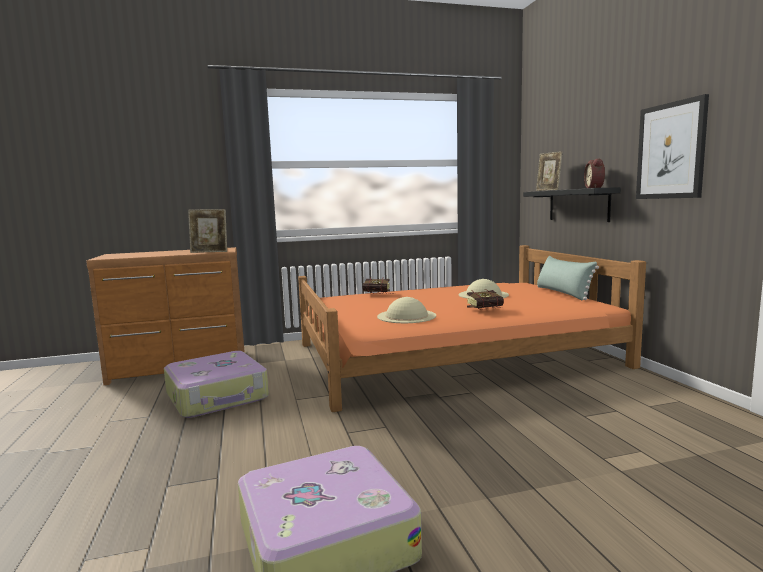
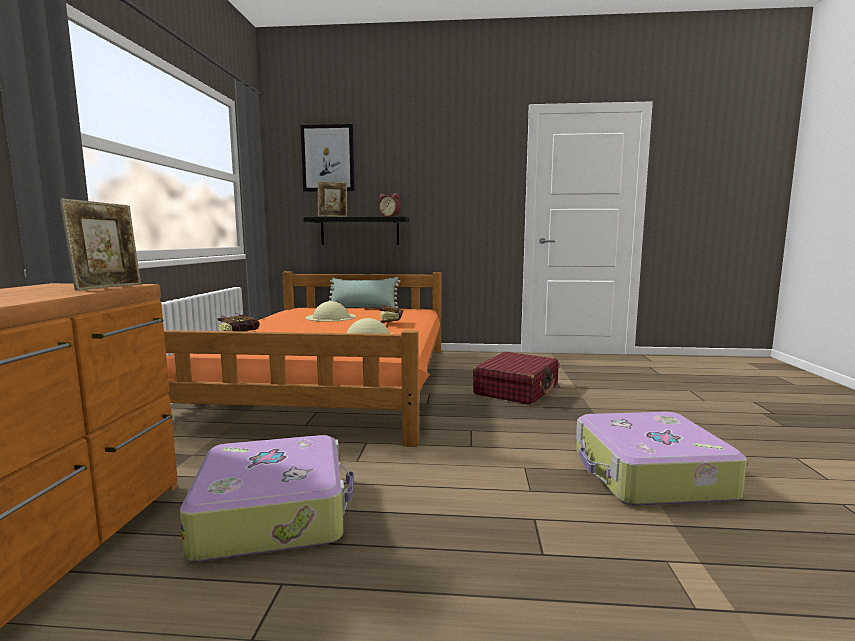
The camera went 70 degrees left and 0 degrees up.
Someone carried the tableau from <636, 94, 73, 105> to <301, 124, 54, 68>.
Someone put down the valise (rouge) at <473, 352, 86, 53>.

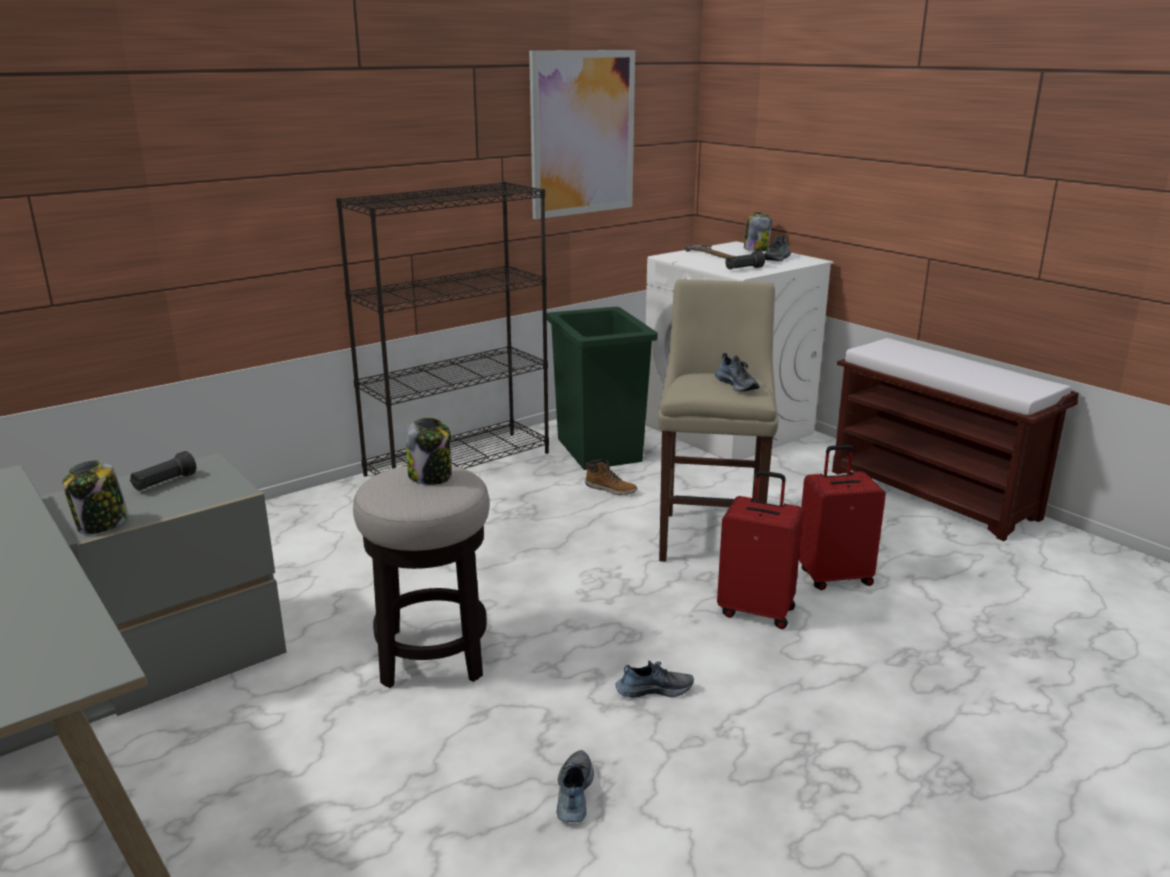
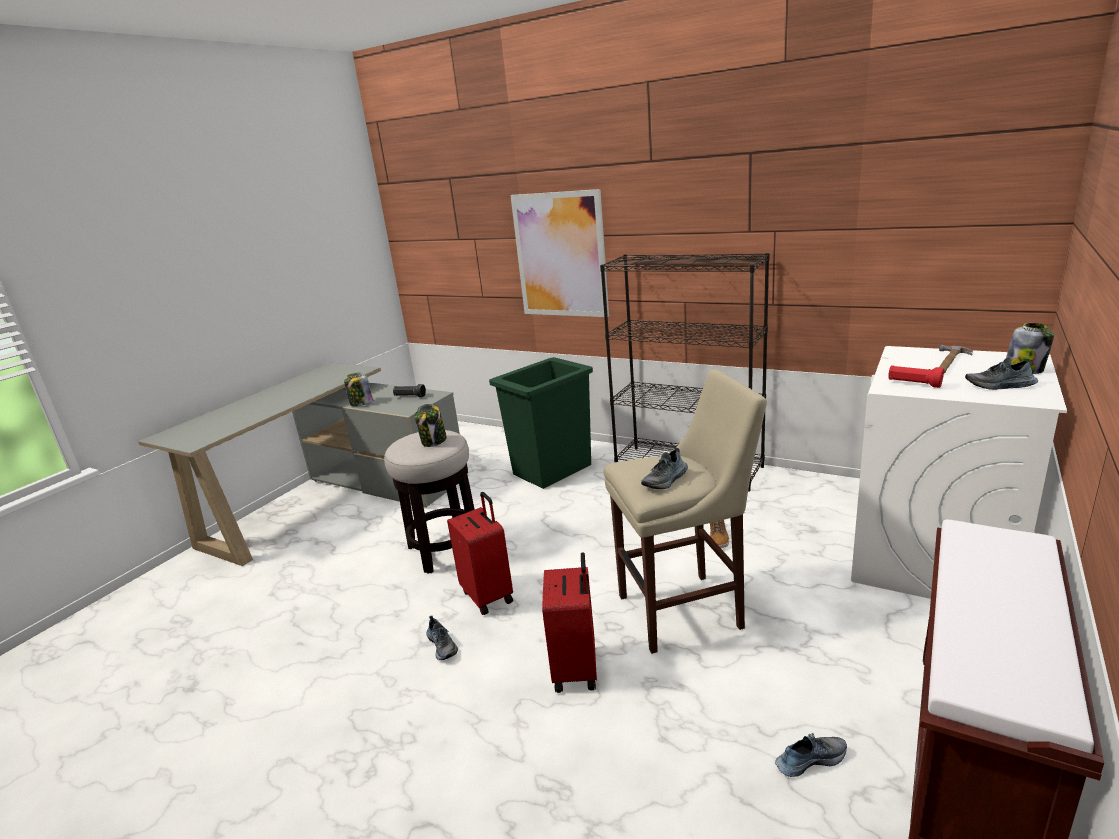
The camera went 70 degrees right and 0 degrees up.
Someone carried the tableau from <529, 50, 106, 169> to <511, 189, 98, 128>.
Someone repainted the lampe de poche (noir) at <725, 251, 40, 18>, which became the lampe de poche (rouge) at <888, 365, 56, 23>.
Someone carried the poubelle (vert) from <547, 307, 111, 163> to <489, 357, 104, 132>.
Someone carried the valise (rouge) from <799, 445, 87, 145> to <447, 492, 66, 123>.
Someone carried the chaussure from <557, 750, 37, 72> to <775, 733, 72, 44>.

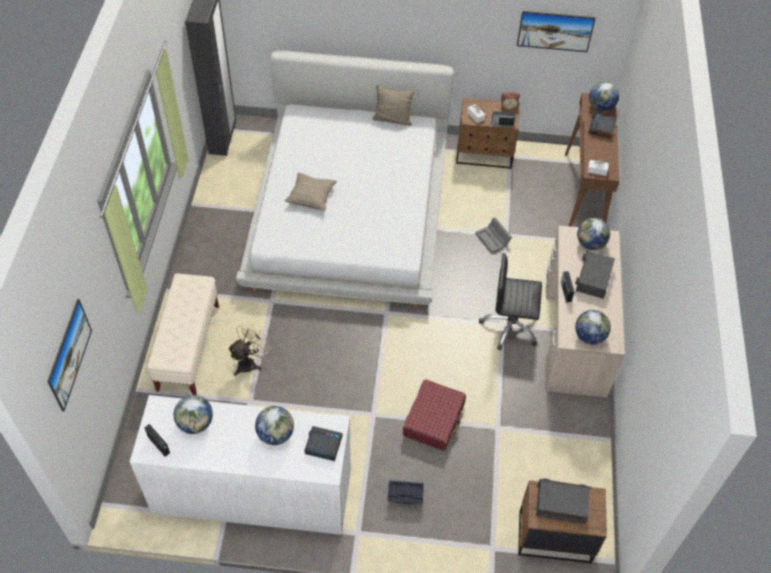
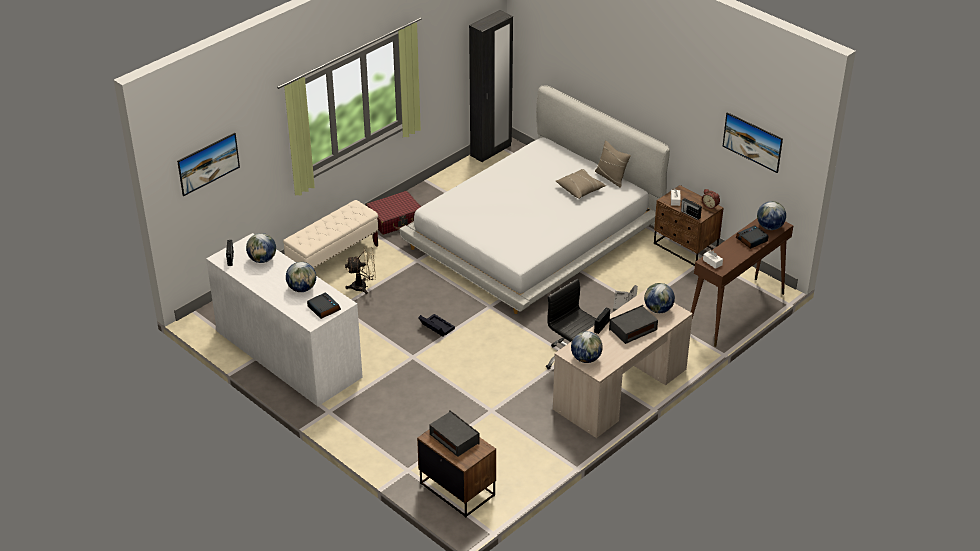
The camera went 40 degrees right and 15 degrees down.
Someone carried the coussin (beige) from <285, 173, 52, 37> to <556, 169, 50, 30>.
Someone carried the valise (rouge) from <403, 379, 63, 72> to <366, 191, 55, 44>.
Someone carried the boîte de rangement (noir) from <387, 480, 37, 24> to <418, 314, 37, 23>.

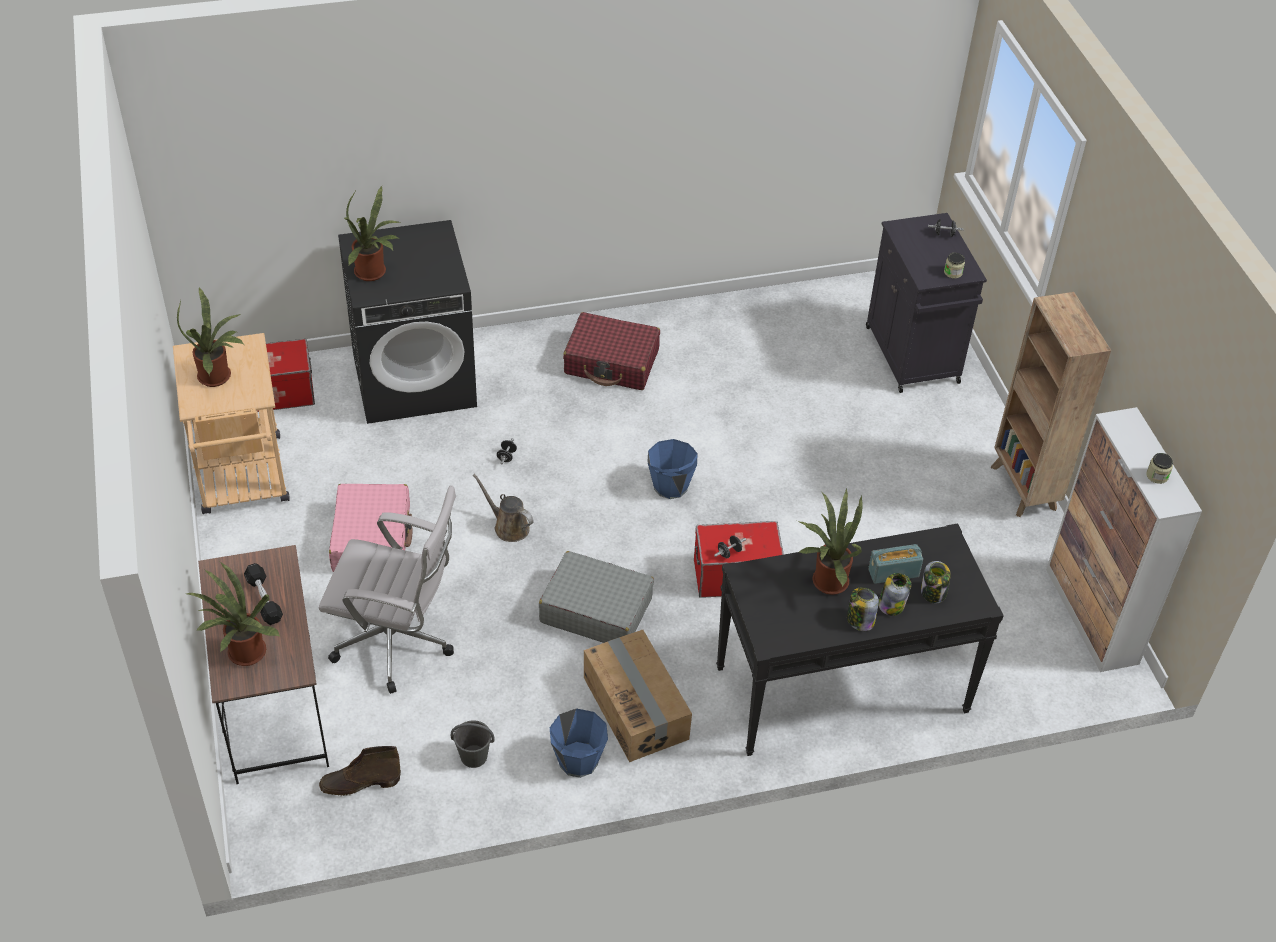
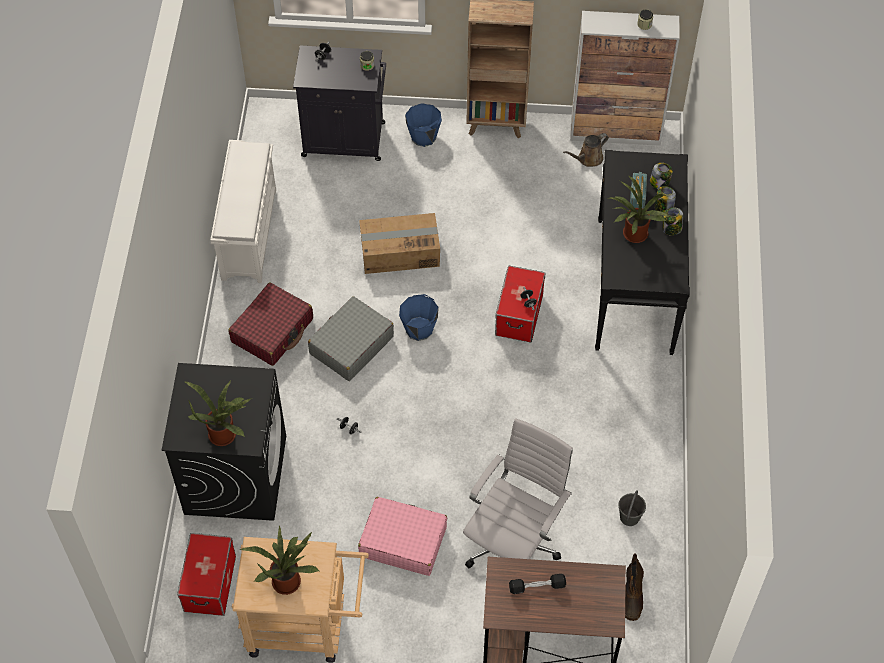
The camera went 70 degrees left and 10 degrees up.
Someone carried the arrosoir (marron) from <473, 474, 61, 68> to <563, 133, 46, 34>.
Someone carried the valise (gris) from <539, 551, 115, 92> to <308, 296, 86, 85>.
Someone took away the plante en pot at <186, 562, 94, 104>.
Someone carried the carton from <584, 630, 108, 132> to <359, 213, 81, 61>.
Someone carried the seau (bleu) from <550, 708, 58, 70> to <405, 103, 37, 44>.
Someone put down the étagère à chaussures (blanc) at <210, 140, 66, 143>.

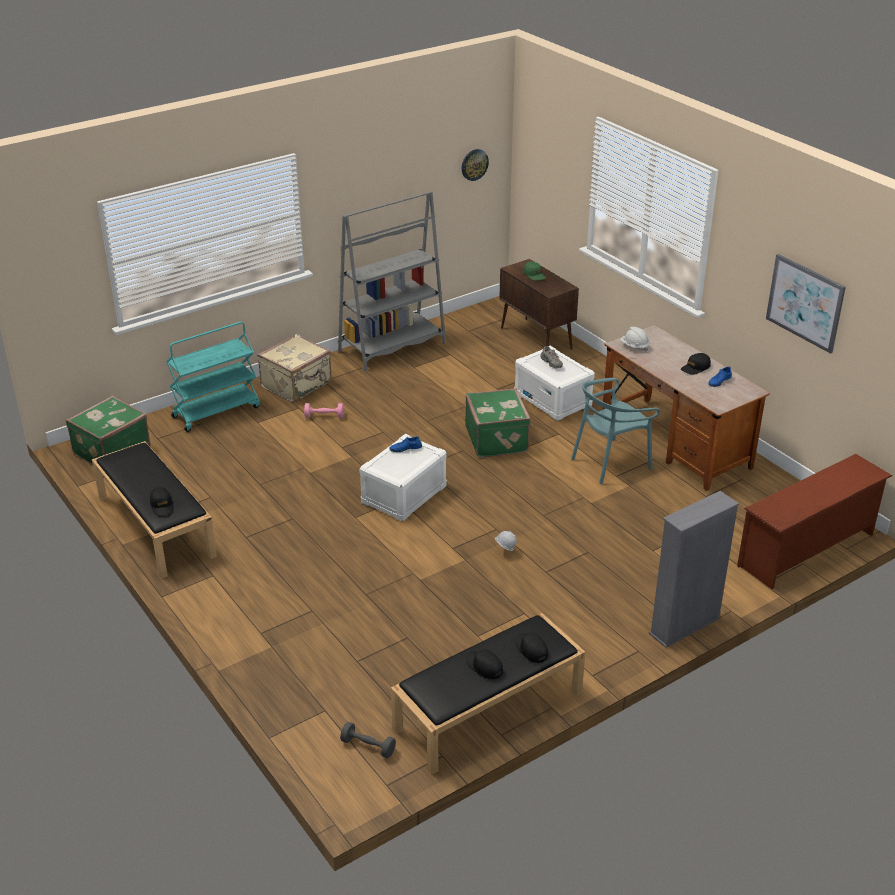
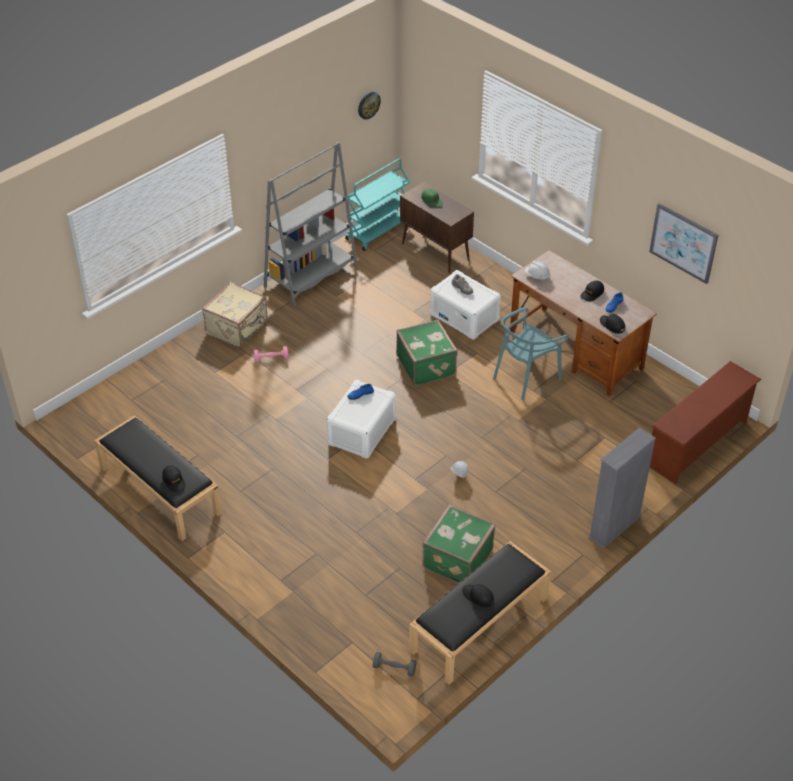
The camera went 10 degrees left and 10 degrees up.
Someone carried the chariot (turquoise) from <166, 322, 94, 110> to <345, 159, 65, 92>.
Someone carried the valise (vert) from <66, 396, 85, 69> to <422, 505, 74, 78>.
Someone carried the casquette (noir) from <515, 633, 33, 30> to <600, 314, 25, 20>.

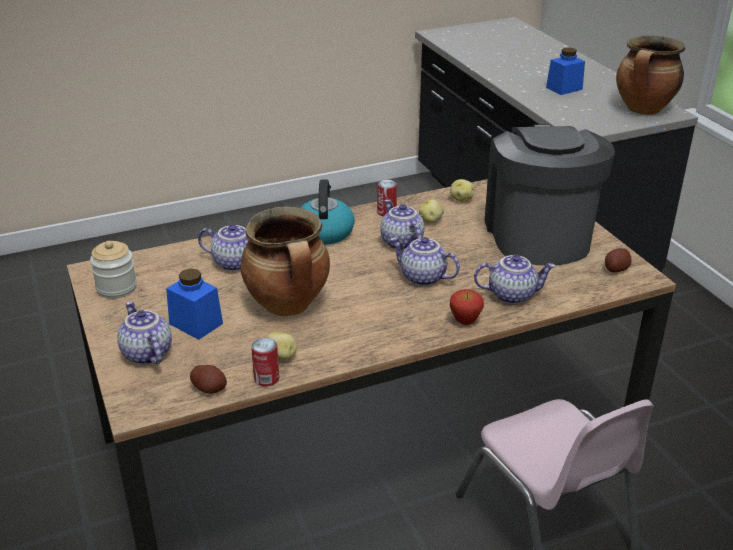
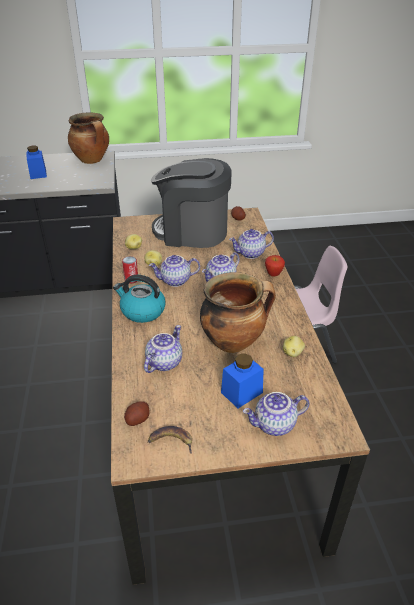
The camera went 75 degrees left and 5 degrees up.
Someone swapped the bocal at <90, 241, 47, 58> for the banane at <148, 426, 44, 28>.
Someone rotated the théière at <474, 255, 82, 49> by 120 degrees counterclockwise.
Someone took away the boîte métallique at <251, 338, 28, 49>.
Someone carried the pomme de terre from <190, 365, 37, 29> to <124, 401, 25, 25>.

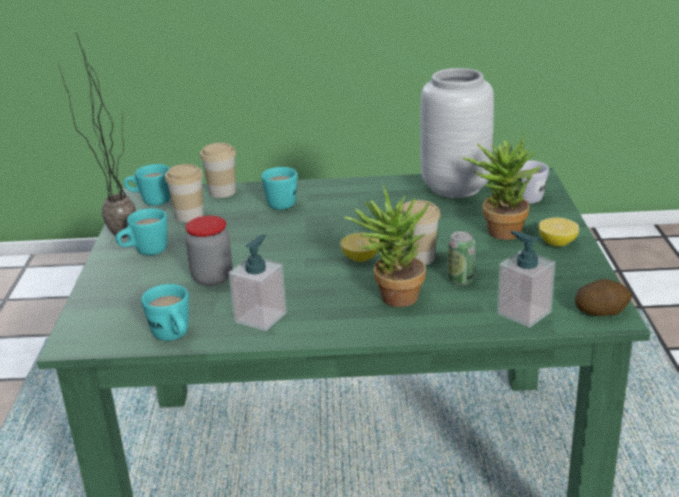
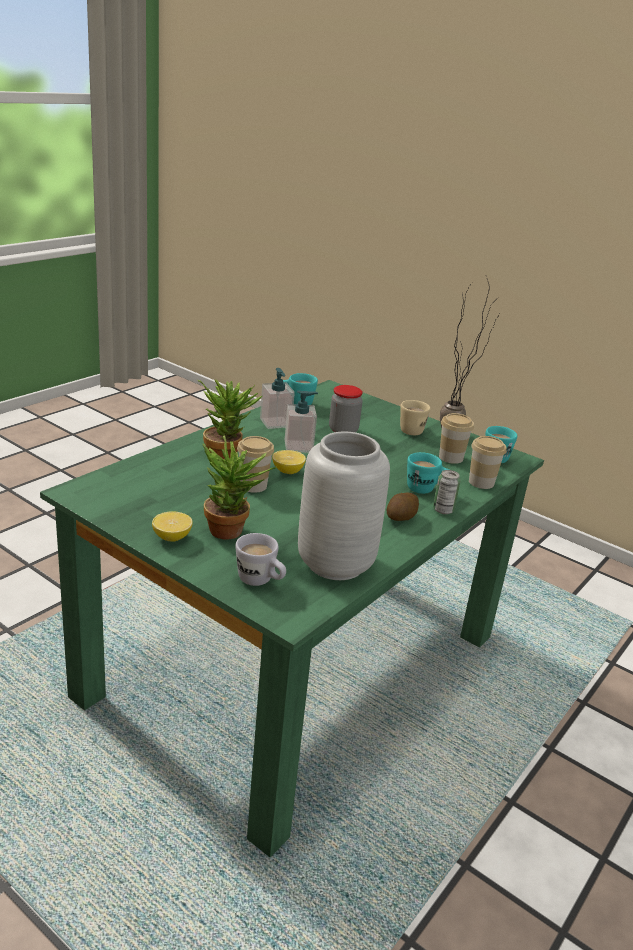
The camera went 125 degrees right and 0 degrees up.
Someone repainted the mug (turquoise) at <116, 208, 51, 48>, which became the mug (beige) at <400, 400, 30, 35>.
Someone carried the boîte métallique from <448, 231, 27, 54> to <433, 470, 27, 44>.
Someone carried the distributeur de savon from <497, 231, 58, 97> to <285, 390, 33, 63>.
Someone carried the pomme de terre from <575, 279, 57, 37> to <387, 492, 32, 29>.

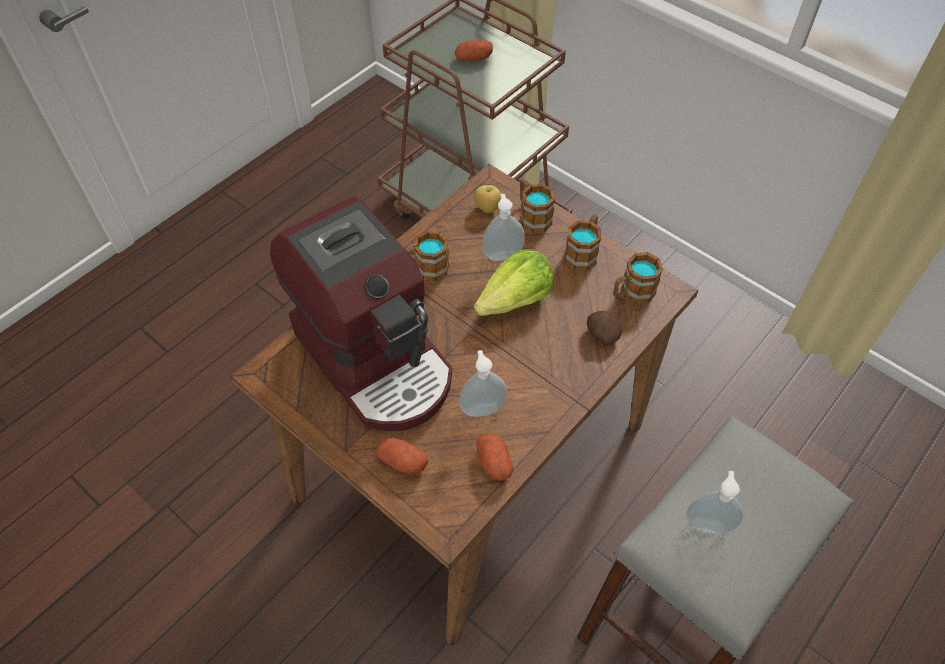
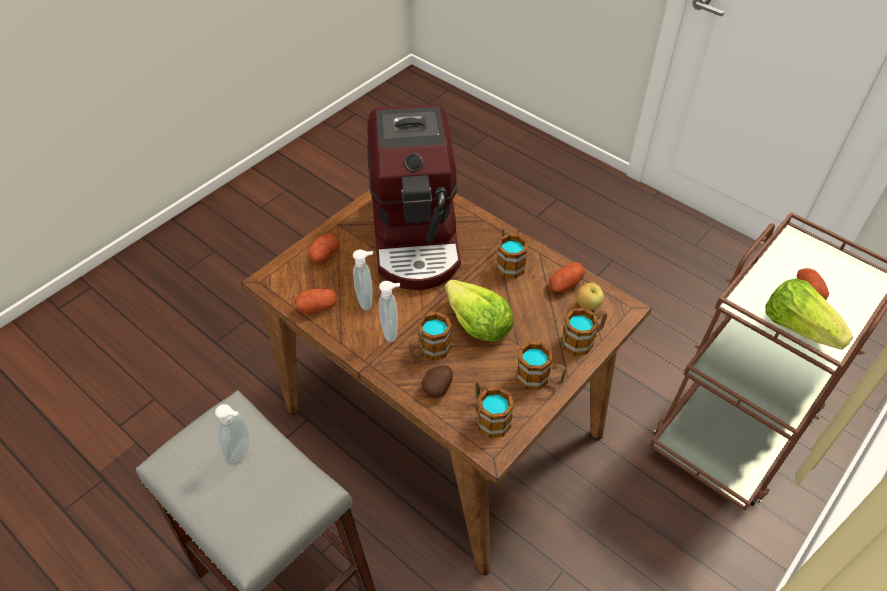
The camera went 90 degrees right and 5 degrees down.
Someone carried the distributeur de savon from <483, 194, 42, 67> to <379, 281, 21, 61>.
Someone rotated the machine à café at <270, 196, 182, 235> by 60 degrees counterclockwise.
Someone put down the pomme de terre at <548, 262, 37, 31>.
Someone put down the laitue at <765, 278, 88, 72>.
Someone put down the mug at <409, 312, 43, 49>.

